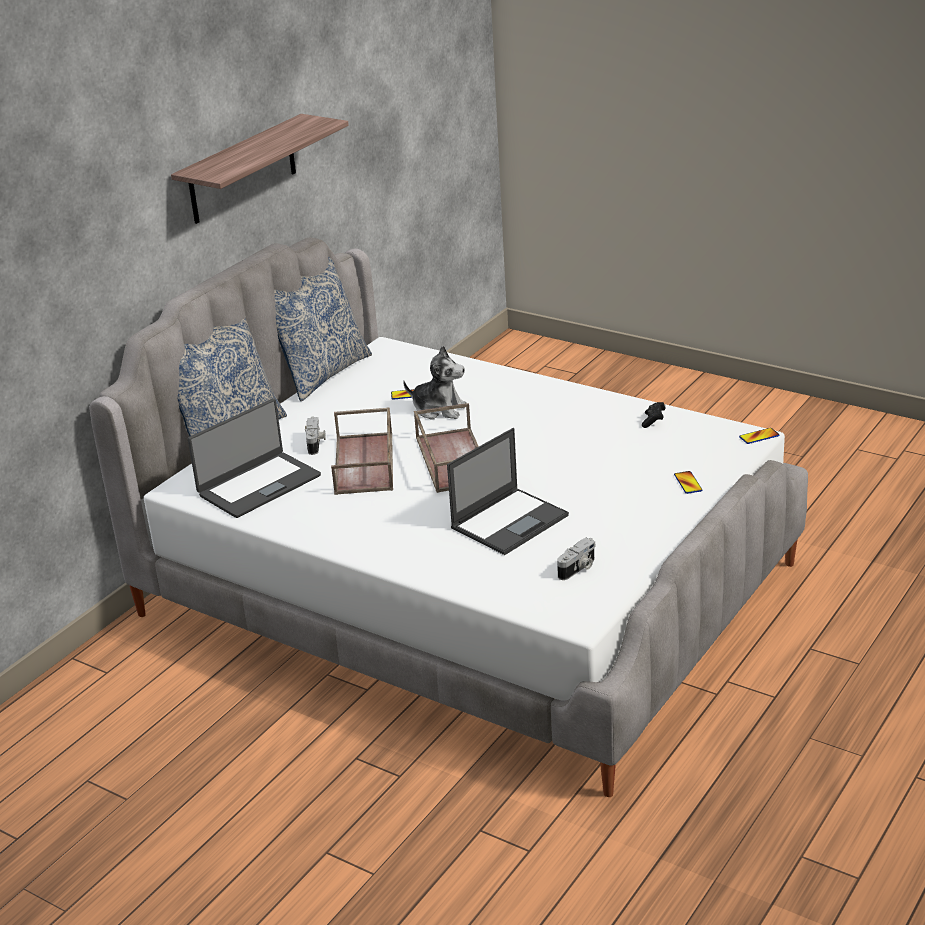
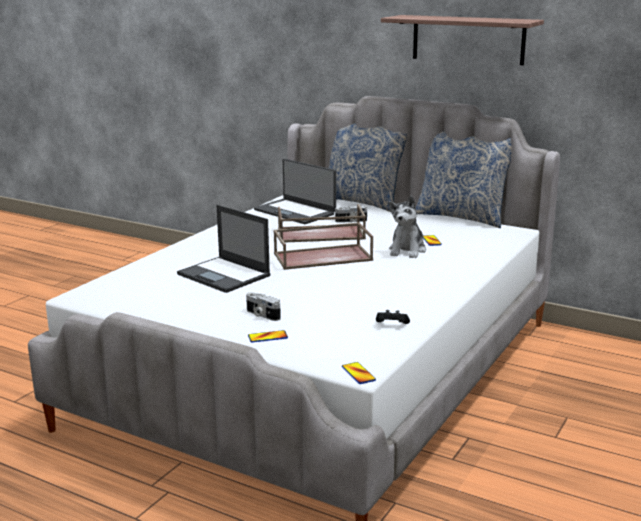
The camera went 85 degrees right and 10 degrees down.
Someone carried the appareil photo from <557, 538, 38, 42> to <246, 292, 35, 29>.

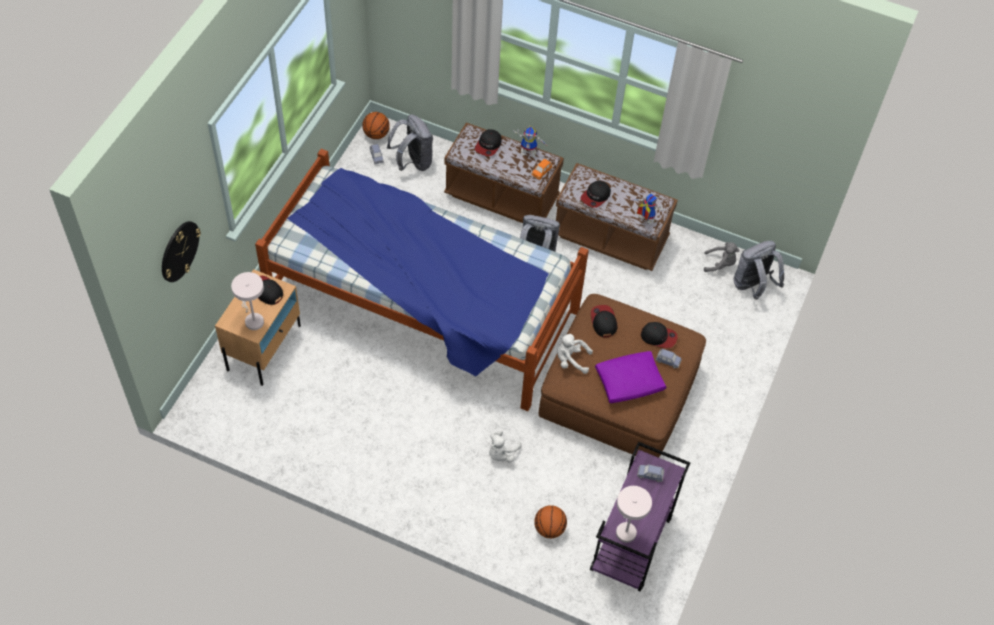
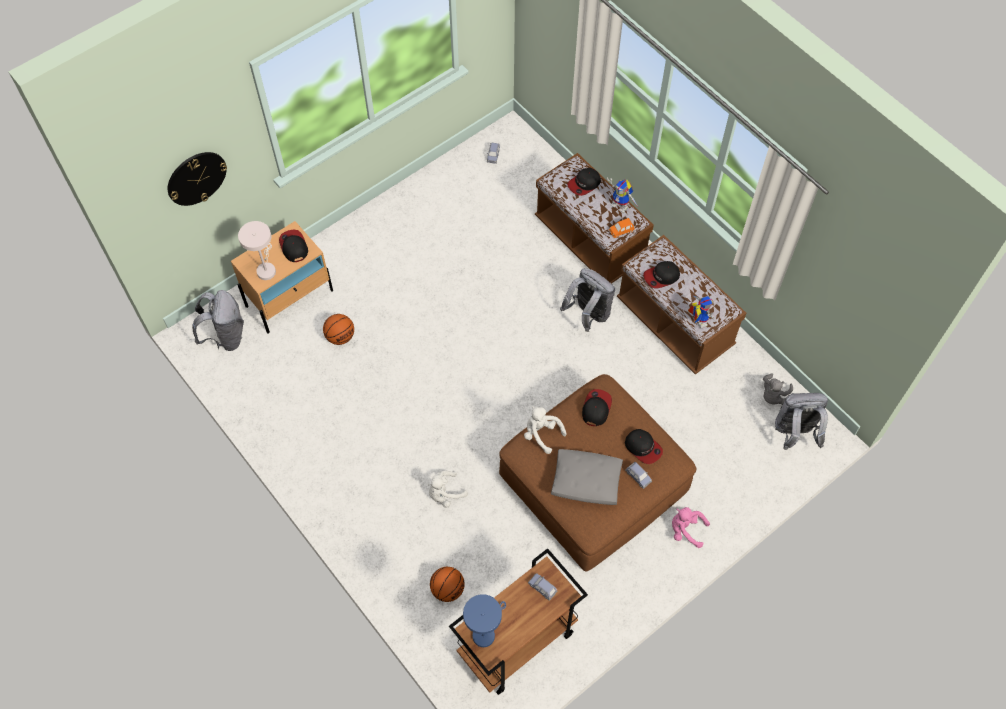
The camera went 30 degrees right and 5 degrees up.
Someone carried the ballon de basket from <362, 112, 28, 27> to <323, 314, 31, 31>.
Someone carried the sac à dos (gris) from <387, 114, 46, 57> to <192, 290, 52, 61>.
Someone took away the lit at <255, 149, 334, 262>.
Someone rotated the peluche (gris) at <704, 242, 35, 30> by 90 degrees clockwise.
Someone repainted the coussin (violet) at <595, 351, 71, 52>, which became the coussin (gris) at <551, 449, 72, 56>.
Someone repainted the chariot (violet) at <590, 442, 100, 150>, which became the chariot (marron) at <449, 548, 139, 147>.
Someone repainted the lampe de table (blanc) at <616, 486, 36, 57>, which became the lampe de table (bleu) at <463, 594, 43, 53>.
Someone put down the peluche (rose) at <672, 507, 38, 41>.

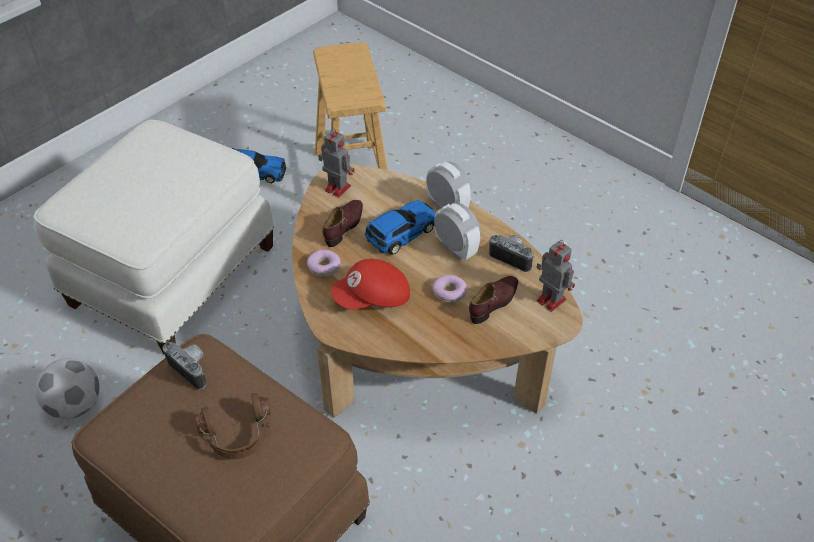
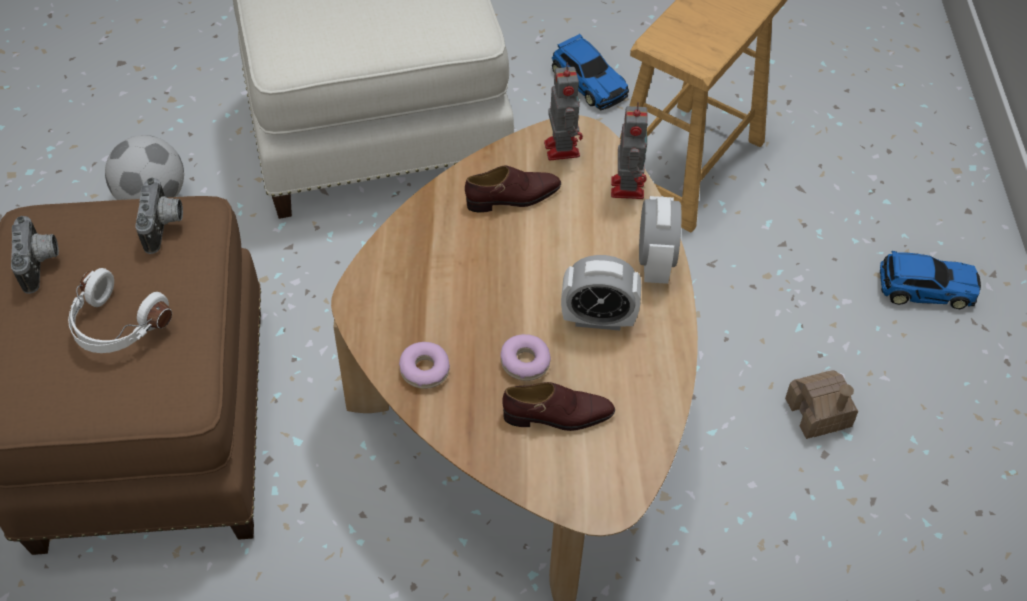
The camera went 45 degrees right and 5 degrees up.
Someone carried the petite voiture from <365, 200, 70, 55> to <880, 251, 101, 58>.
Someone rotated the réveil at <434, 203, 46, 57> by 90 degrees clockwise.
Someone carried the appareil photo from <489, 235, 46, 37> to <11, 216, 48, 78>.
Someone carried the robot jouet from <537, 240, 38, 72> to <611, 102, 37, 97>.
Someone carried the beignet from <307, 249, 34, 28> to <399, 342, 51, 47>.
Someone took away the casquette (rouge) at <331, 259, 79, 51>.
Someone repainted the casque audio (marron) at <194, 393, 77, 66>, which became the casque audio (blanc) at <68, 268, 104, 85>.
Someone put down the maison miniature at <785, 370, 73, 69>.

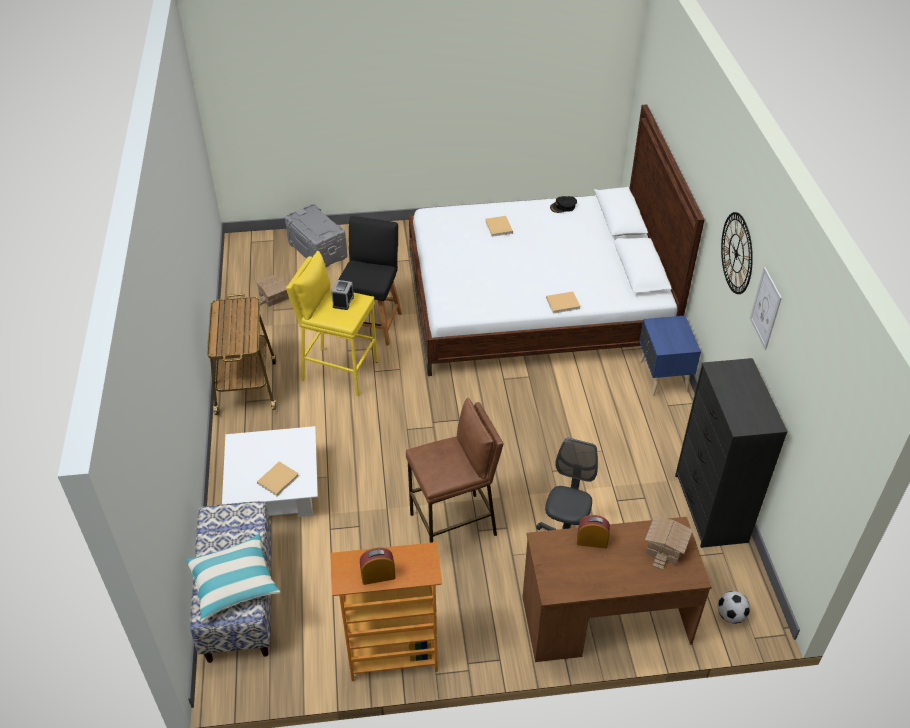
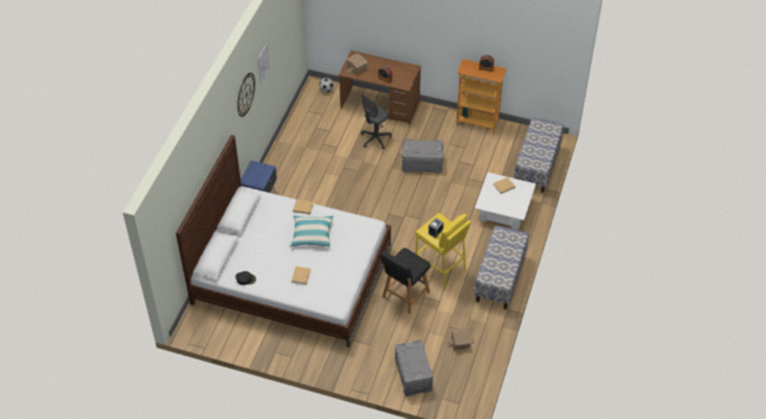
The camera went 155 degrees left and 5 degrees up.
Someone swapped the chariot at <207, 294, 69, 121> for the banc at <474, 225, 55, 84>.
Someone took away the commode (noir) at <675, 358, 113, 190>.
Someone swapped the tabouret (marron) at <406, 398, 97, 145> for the boîte de rangement (gris) at <402, 139, 42, 34>.
Someone carried the coussin from <186, 533, 95, 90> to <291, 215, 42, 32>.

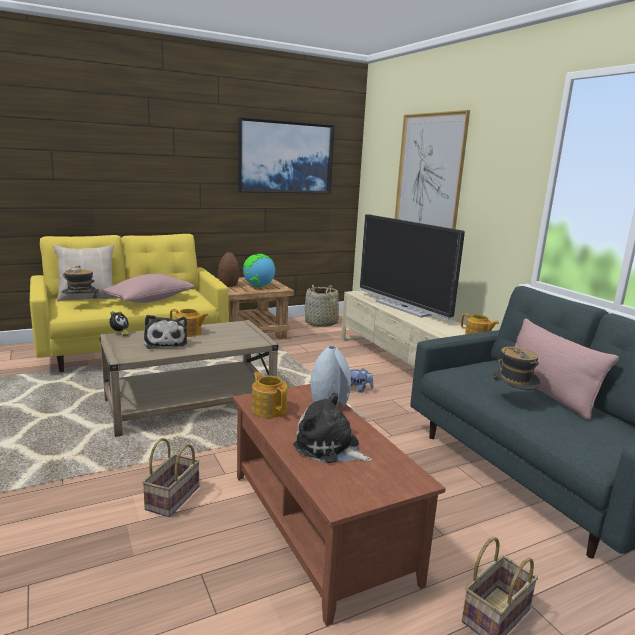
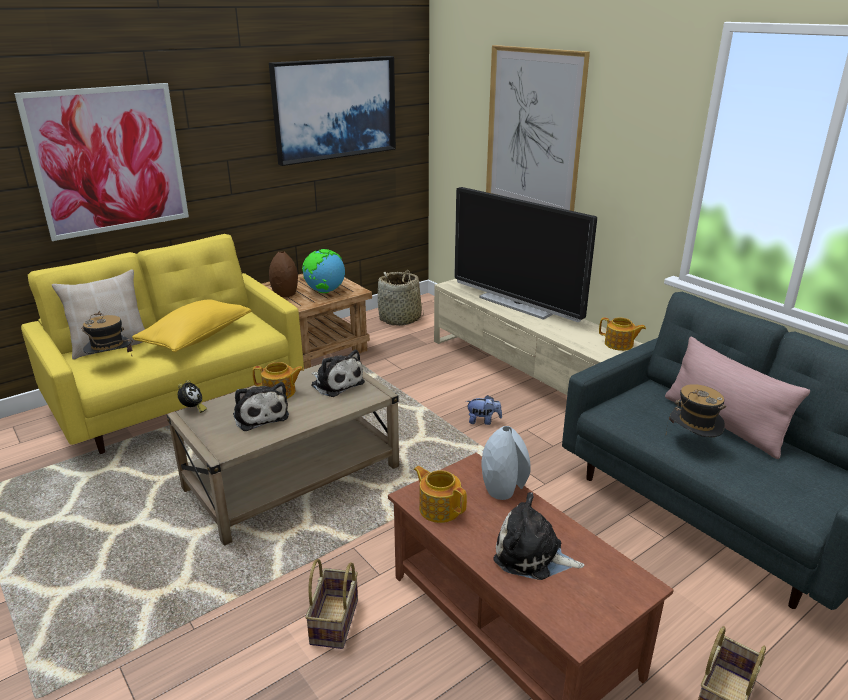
The camera went 10 degrees left and 10 degrees up.
Someone repainted the coussin (rose) at <101, 274, 94, 29>, which became the coussin (jaune) at <132, 299, 119, 53>.
Someone put up the tableau at <14, 83, 175, 158>.
Someone put down the peluche at <312, 350, 53, 47>.

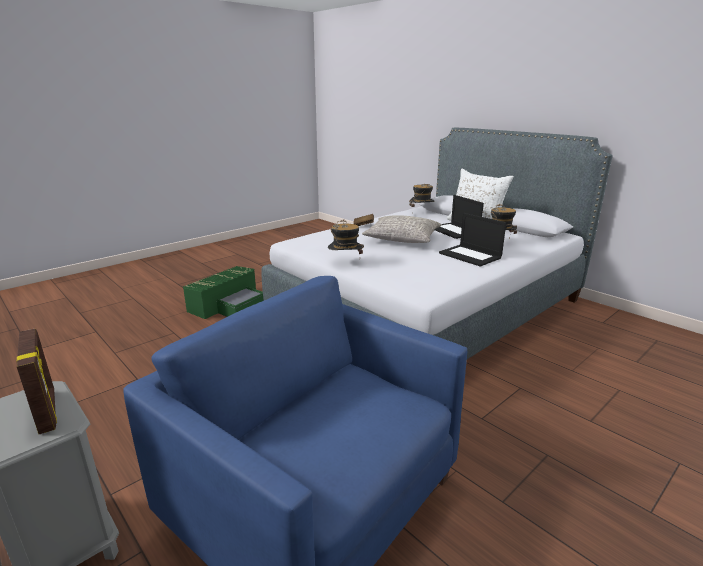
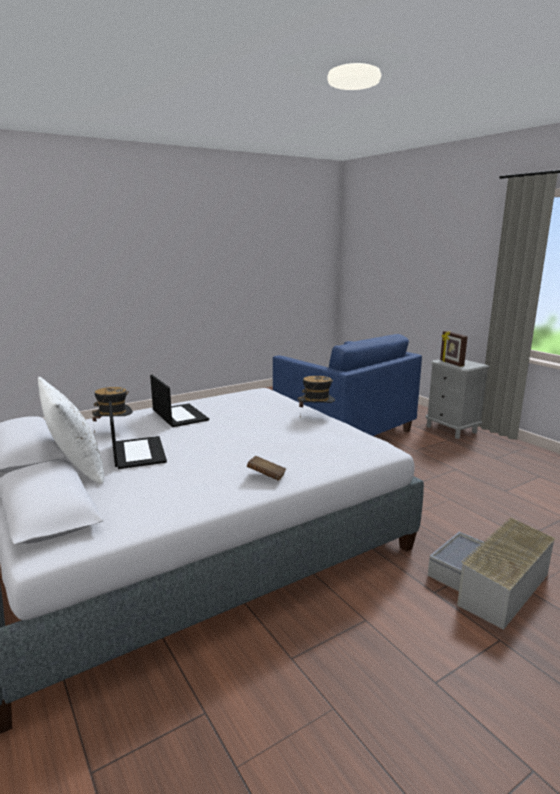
The camera went 170 degrees left and 5 degrees down.
Someone took away the chapeau at <409, 184, 25, 31>.
Someone took away the coussin (gris) at <362, 215, 80, 28>.
Someone repainted the boîte de rangement (vert) at <183, 266, 81, 53>, which became the boîte de rangement (gris) at <428, 517, 128, 113>.

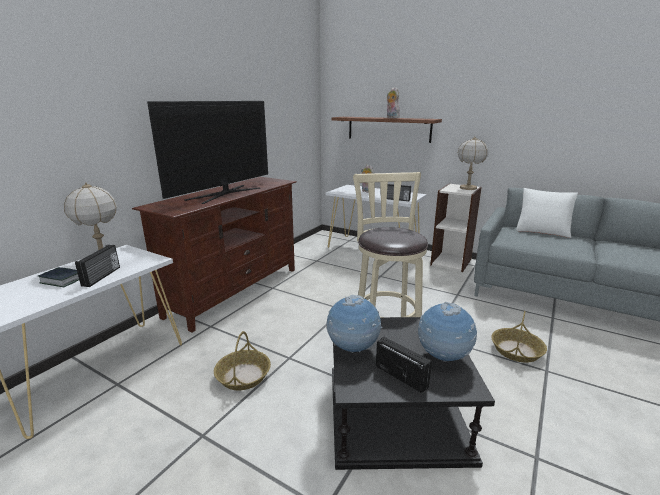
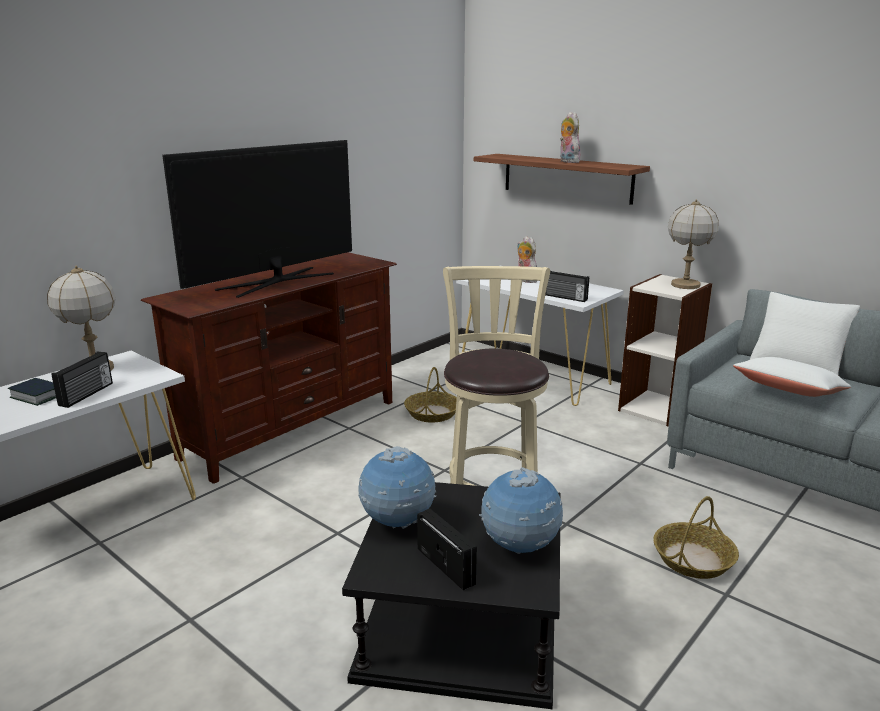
The camera went 10 degrees right and 0 degrees up.
Someone carried the panier from <214, 331, 57, 59> to <404, 367, 53, 55>.
Someone put down the coussin (blanc) at <733, 357, 118, 40>.

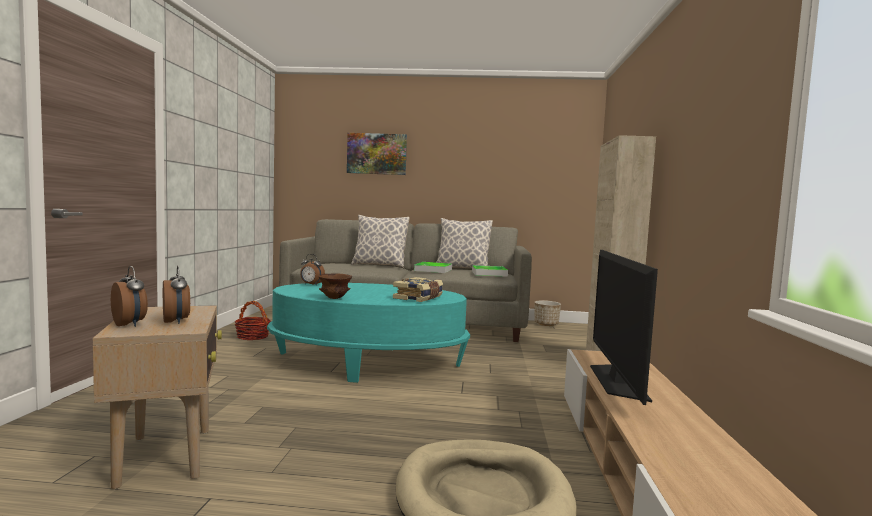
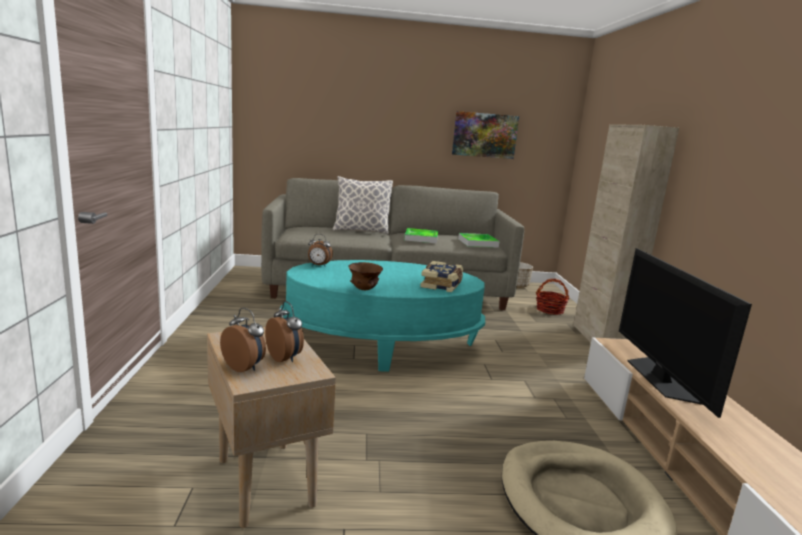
The camera went 10 degrees left and 10 degrees up.
Someone carried the tableau from <347, 133, 60, 42> to <452, 111, 67, 48>.
Someone took away the coussin at <436, 218, 57, 50>.
Someone carried the panier from <234, 301, 37, 39> to <536, 279, 33, 36>.

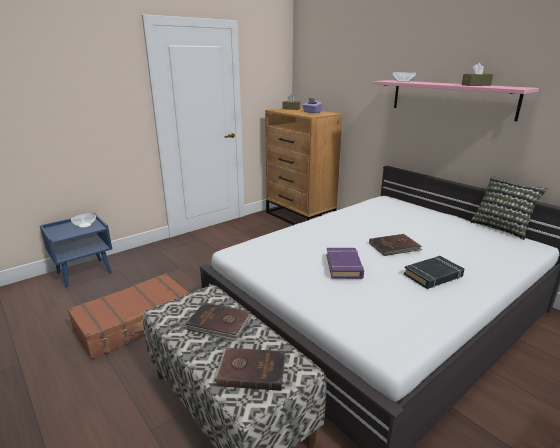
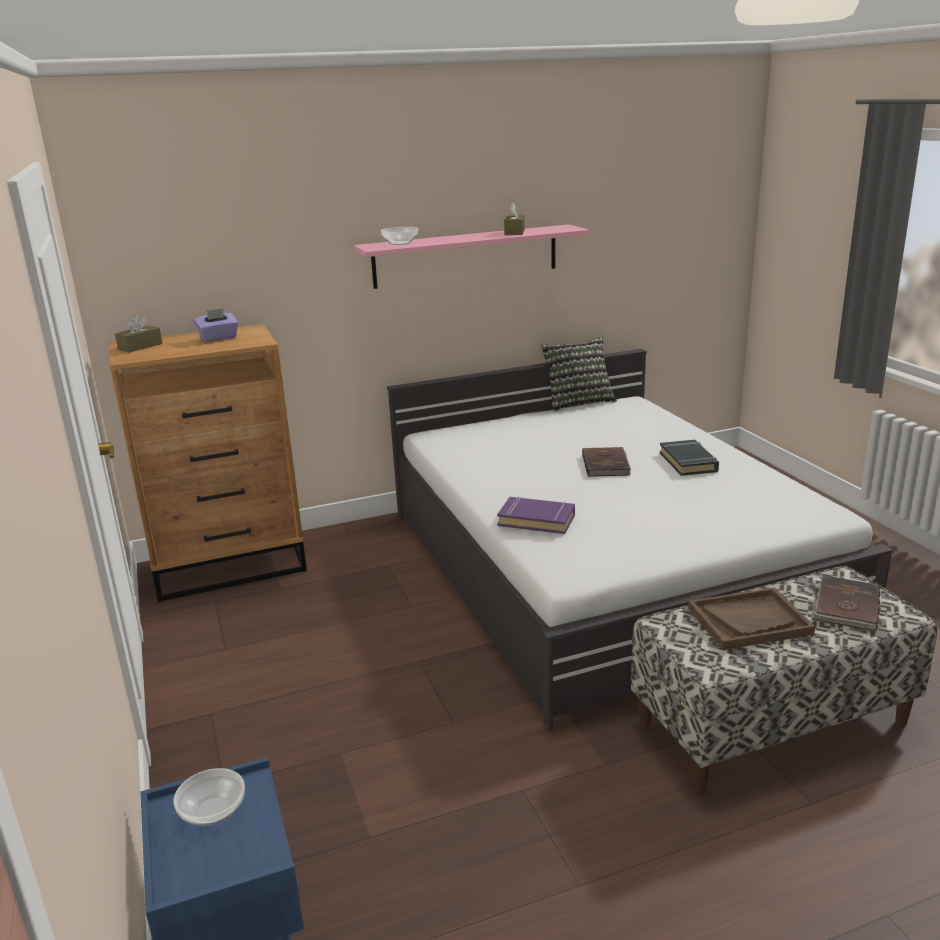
The camera went 70 degrees left and 0 degrees up.
Someone carried the livre (violet) from <327, 248, 37, 31> to <497, 496, 78, 38>.
Someone took away the valise (marron) at <67, 273, 122, 88>.
Someone swapped the livre (marron) at <185, 303, 66, 38> for the plateau (marron) at <688, 587, 127, 63>.

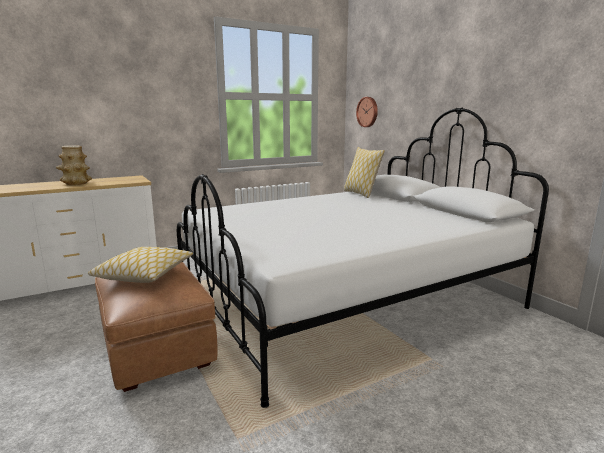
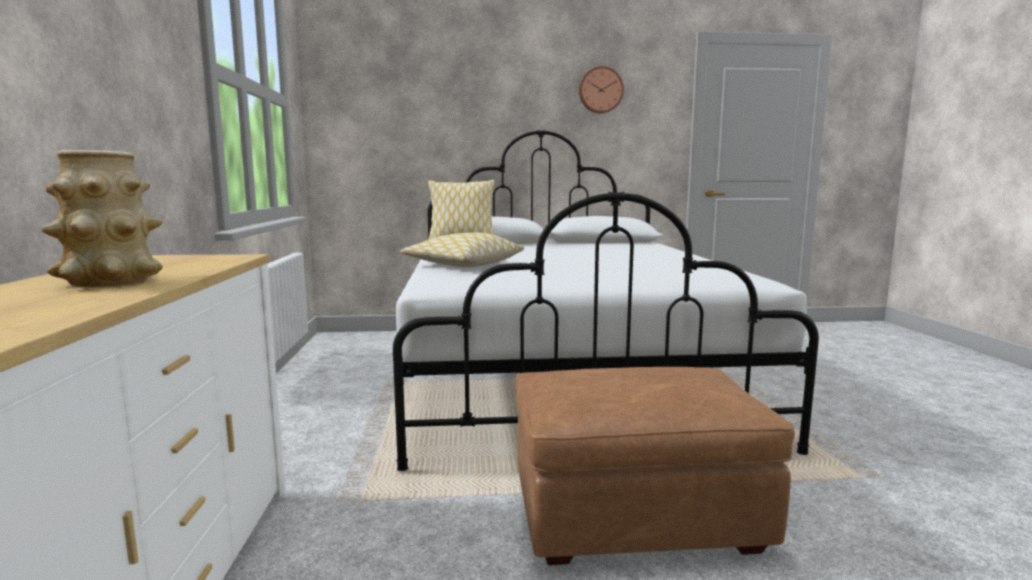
The camera went 65 degrees left and 5 degrees down.
Someone carried the horloge murale from <356, 97, 22, 30> to <579, 66, 45, 47>.
Someone carried the coussin from <88, 247, 105, 36> to <400, 233, 124, 34>.

